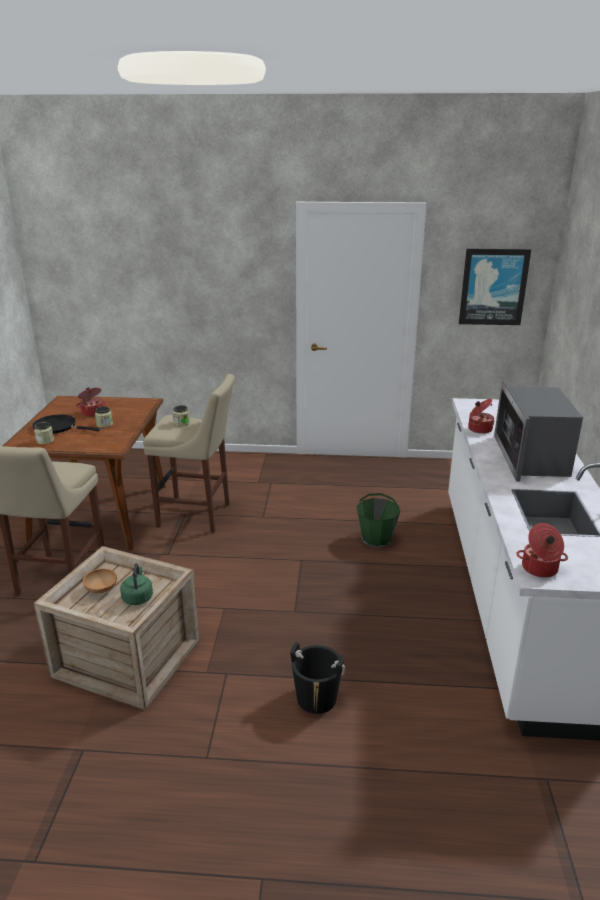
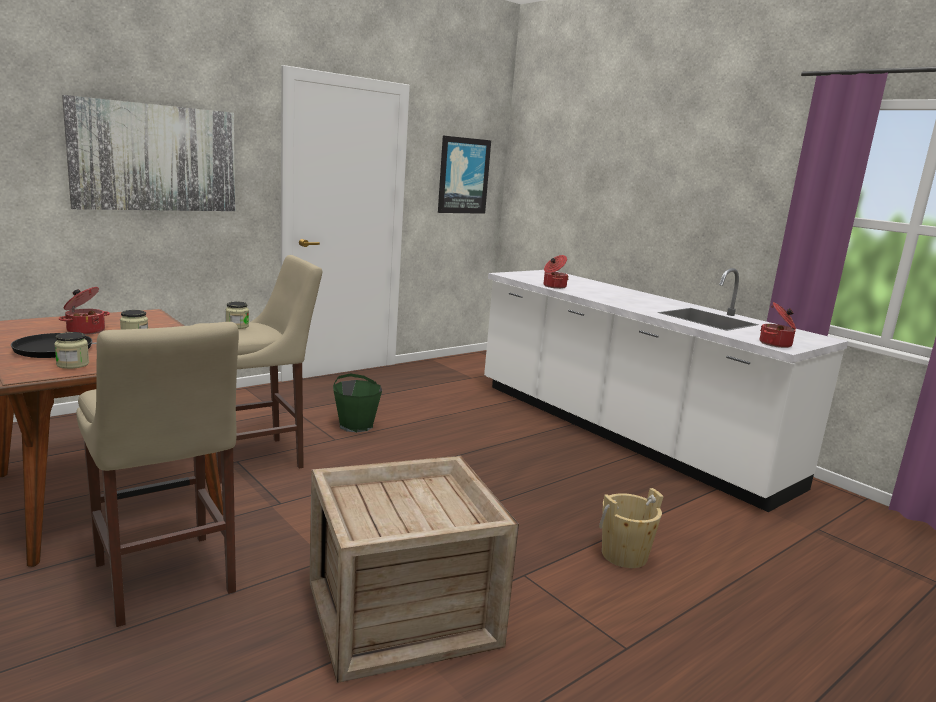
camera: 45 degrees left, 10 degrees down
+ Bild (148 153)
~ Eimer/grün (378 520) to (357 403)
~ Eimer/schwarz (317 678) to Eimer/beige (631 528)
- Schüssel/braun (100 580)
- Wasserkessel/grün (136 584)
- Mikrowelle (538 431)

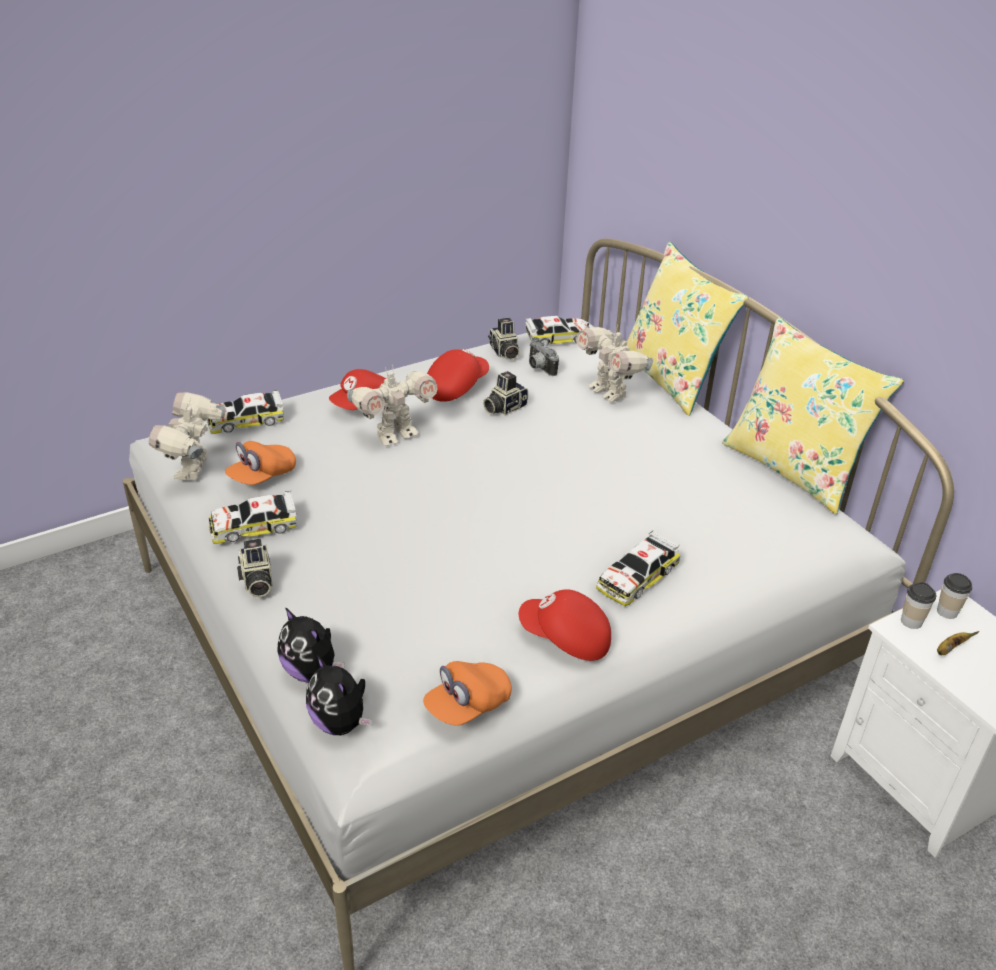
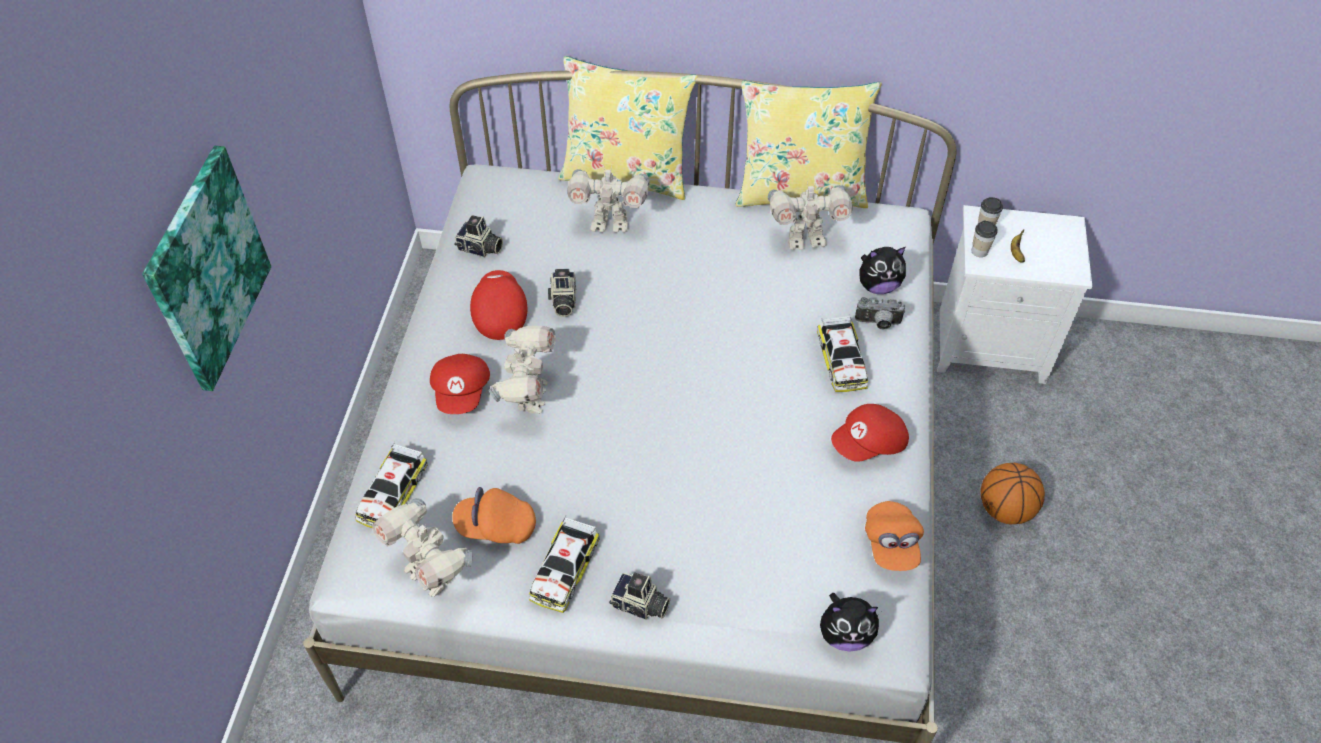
camera: 50 degrees left, 15 degrees up
+ Bild (206 268)
~ Kappe/orange (260 463) = (494 515) 105 degrees clockwise
+ Spielzeugroboter (810 215)
~ Kamera (544 356) to (880 313)
~ Plüschtier (310 645) to (882 270)
+ Basketball (1013 493)
- Spielzeugauto (557 331)

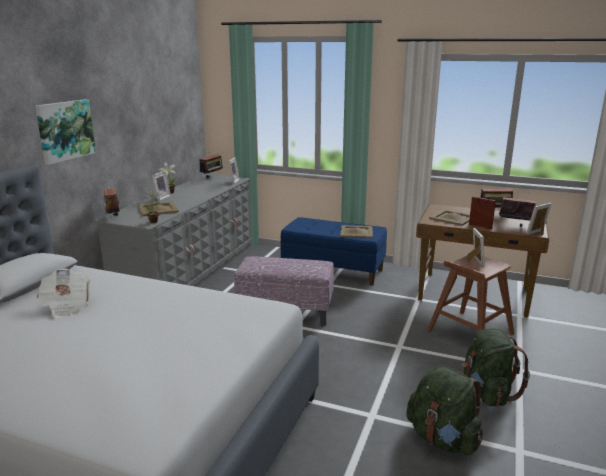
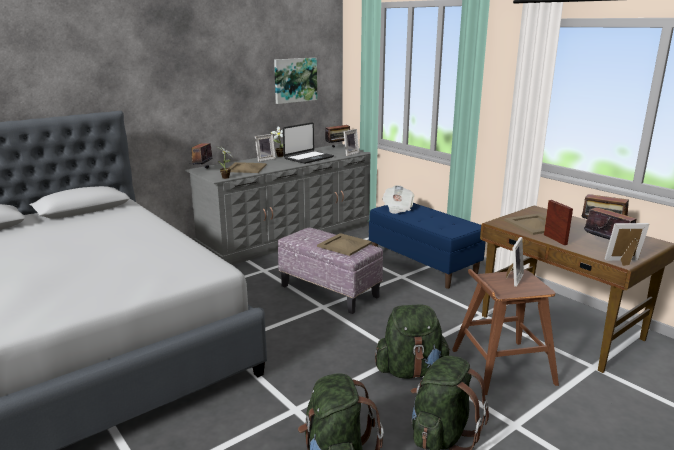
camera: 30 degrees right, 0 degrees up
~ Bild (65 132) to (295 81)
+ Laptop (308 143)
~ Tablett/beige (356 231) to (344 244)
+ Rucksack/grün (413 341)
~ Zeitung (63 293) to (398 199)

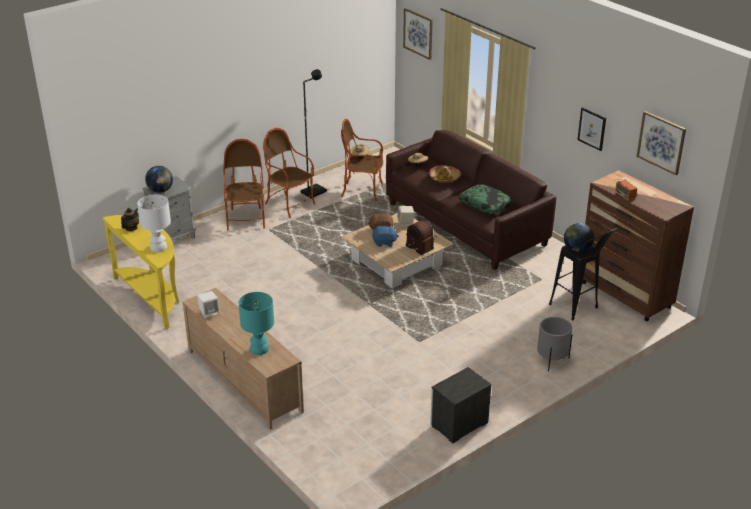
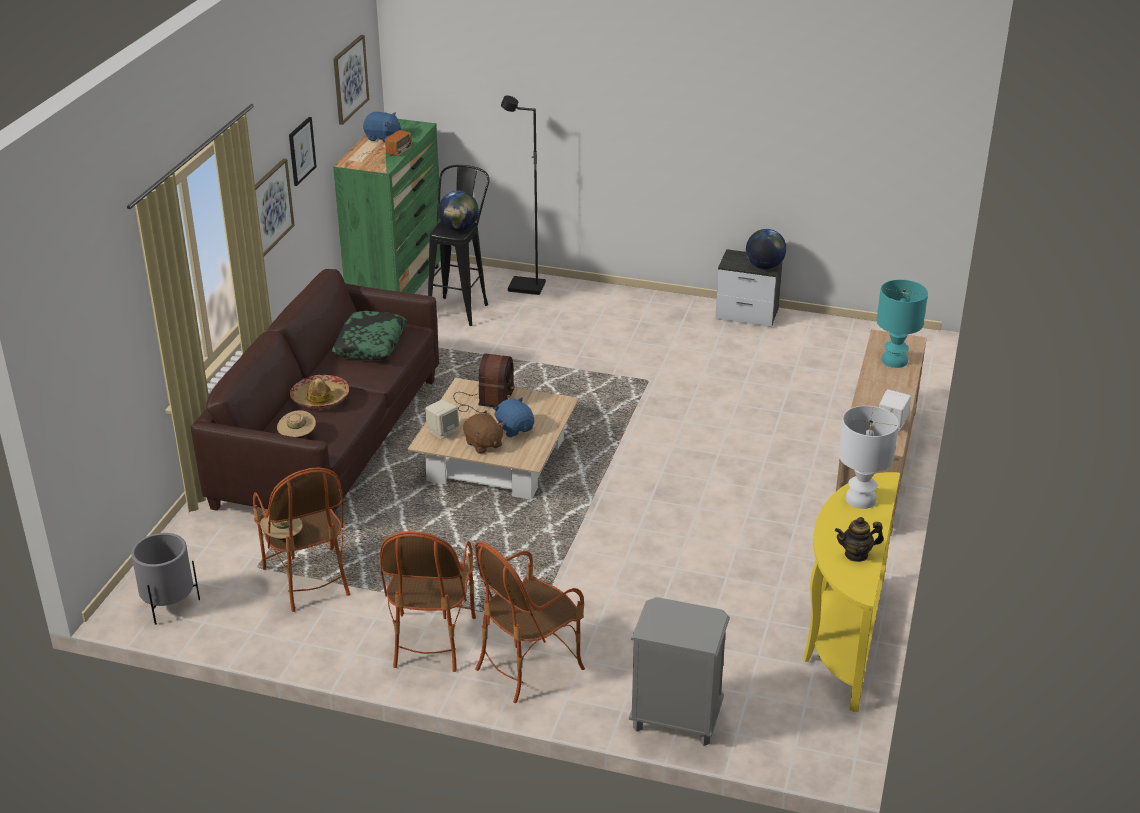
camera: 125 degrees left, 0 degrees up
~ Pflanzkübel/grau (554 344) to (165 579)
~ Bild (418 34) to (275 207)
~ Kommode/braun (638 245) to Kommode/grün (387 206)
+ Plüschtier/blau (382 127)
~ Stehlampe/schwarz (313 133) to (523 195)
~ Globus (159 179) to (766 249)

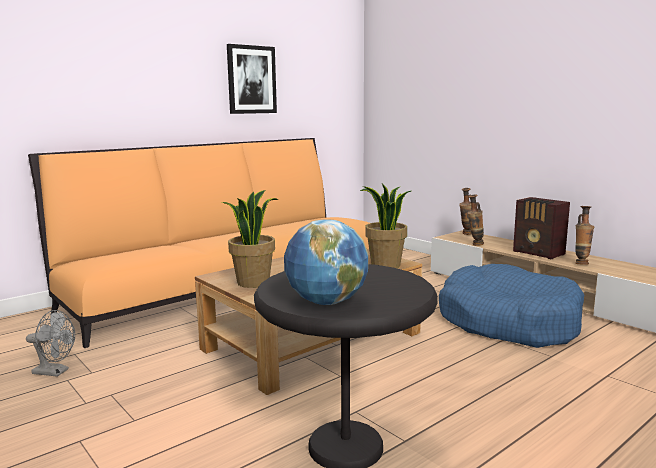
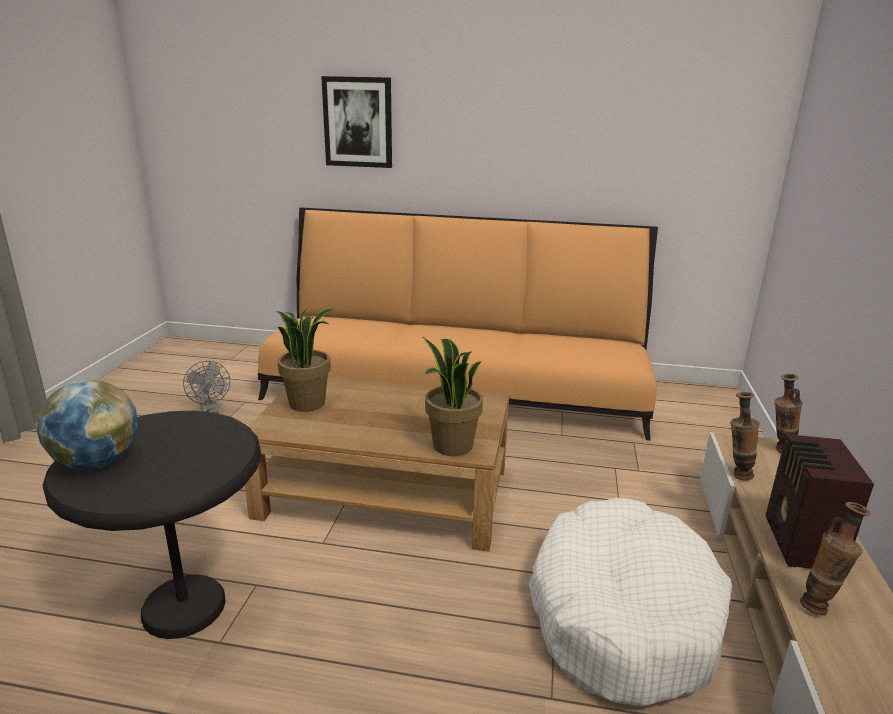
camera: 50 degrees right, 10 degrees up
~ Bild (252 79) to (356 122)
~ Hundebett/blau (511 306) to Hundebett/weiß (630 602)

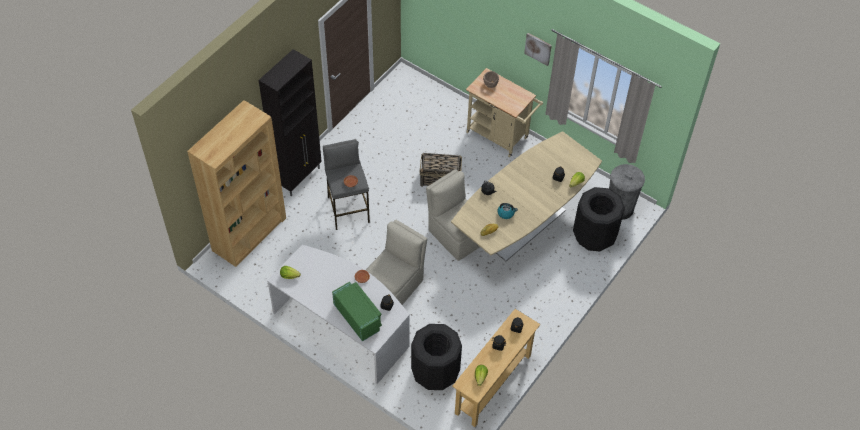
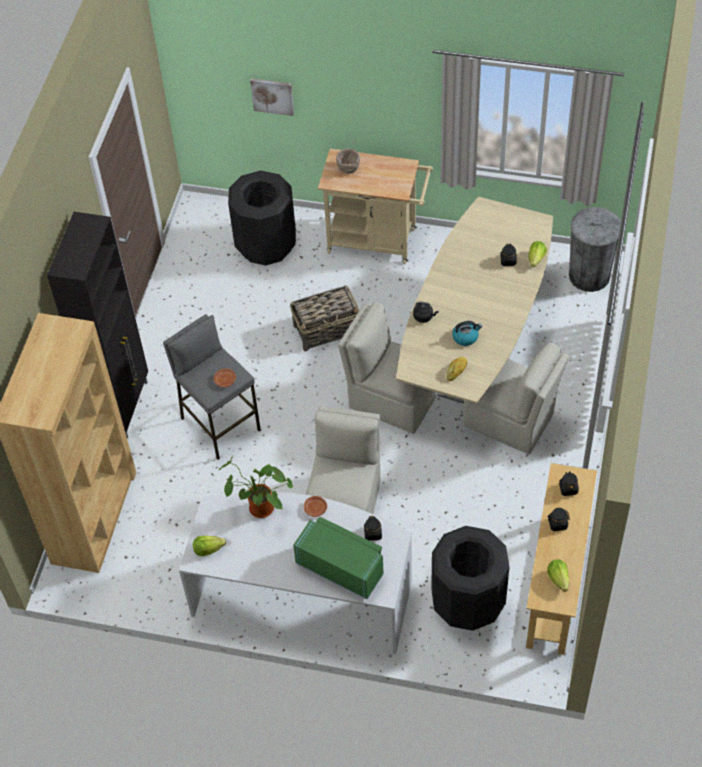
camera: 20 degrees left, 0 degrees up
+ Topfpflanze (256 487)
~ Mülleimer/schwarz (599 219) to (262 218)
~ Bild (538 49) to (272 97)
+ Stuhl/beige (516 398)

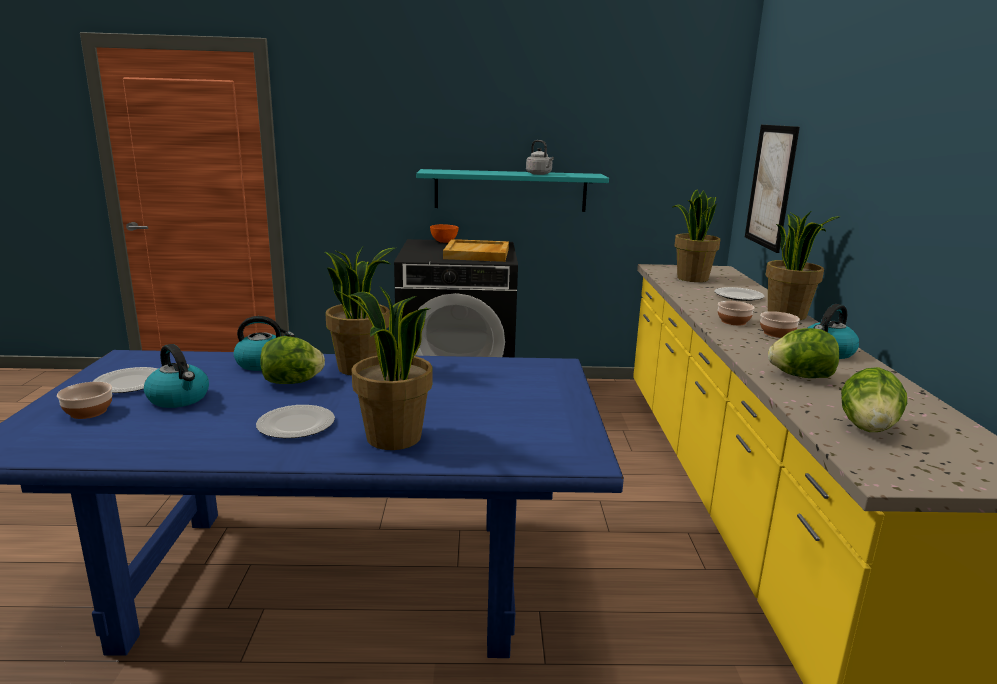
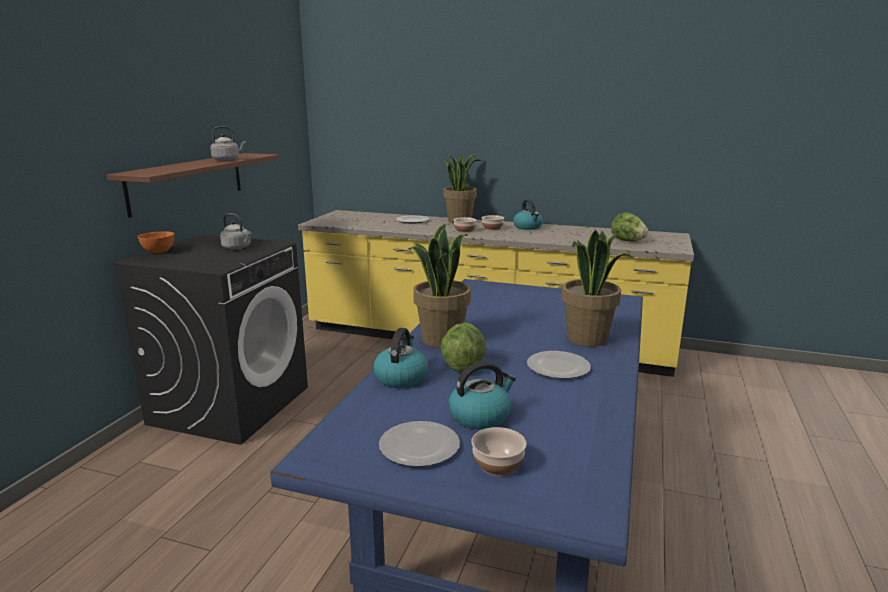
camera: 70 degrees left, 0 degrees up
~ Wandregal/türkis (512 190) to Wandregal/braun (193 185)
~ Tablett/beige (476 250) to Wasserkessel/grau (236 231)
- Topfpflanze (696 236)
- Bild (772 189)
- Salatkopf (803 353)

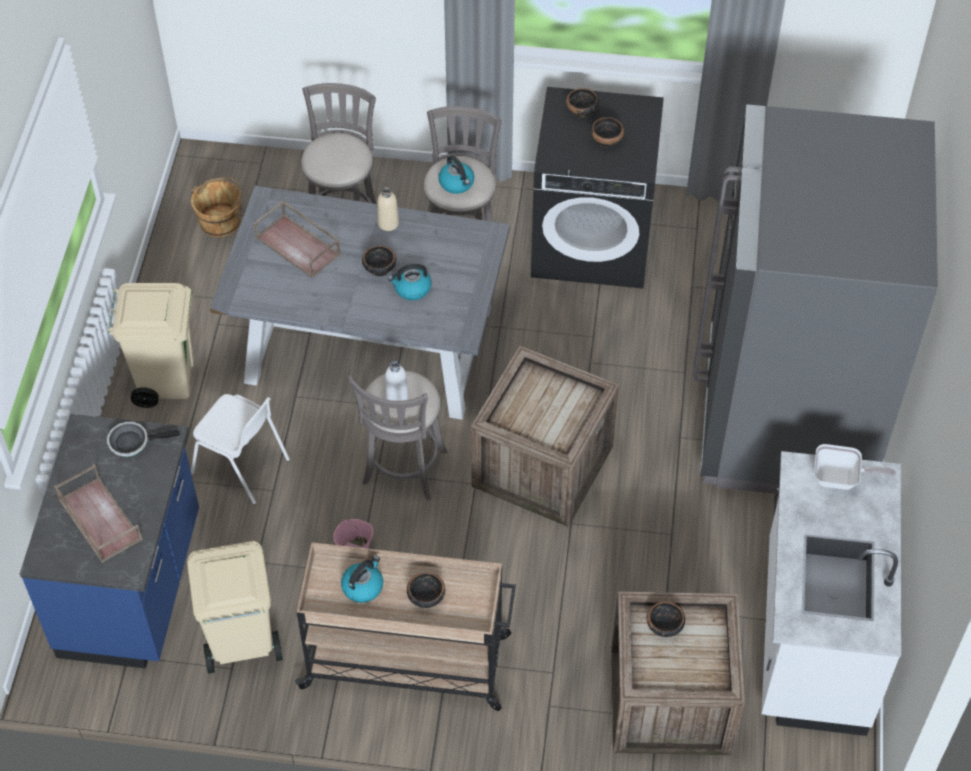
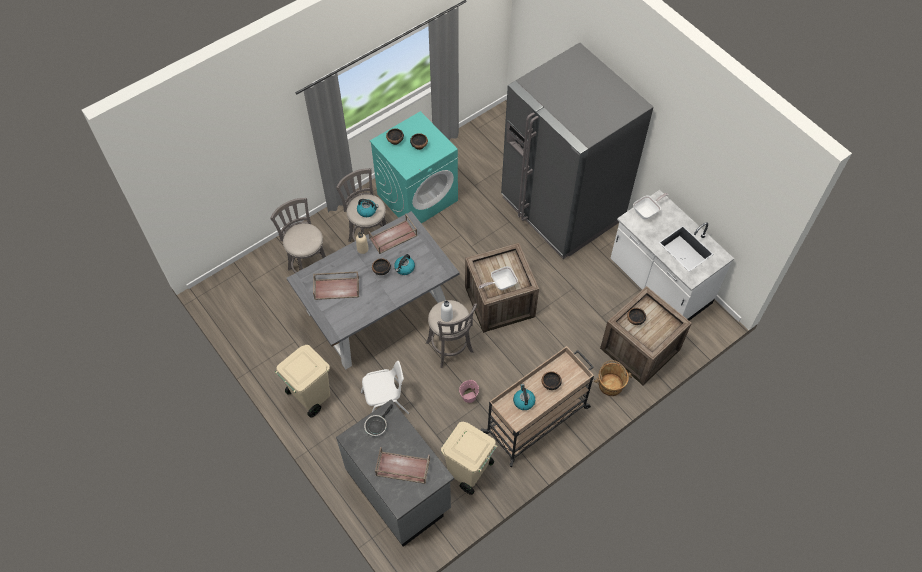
camera: 45 degrees left, 5 degrees up
~ Küchenzeile/blau (109 541) to Küchenzeile/grau (395 473)
+ Tablett/braun (392 234)
~ Waschmaschine/schwarz (597 188) to Waschmaschine/türkis (414 167)
+ Pfanne (498 278)
~ Eimer/braun (217 207) to (613 378)

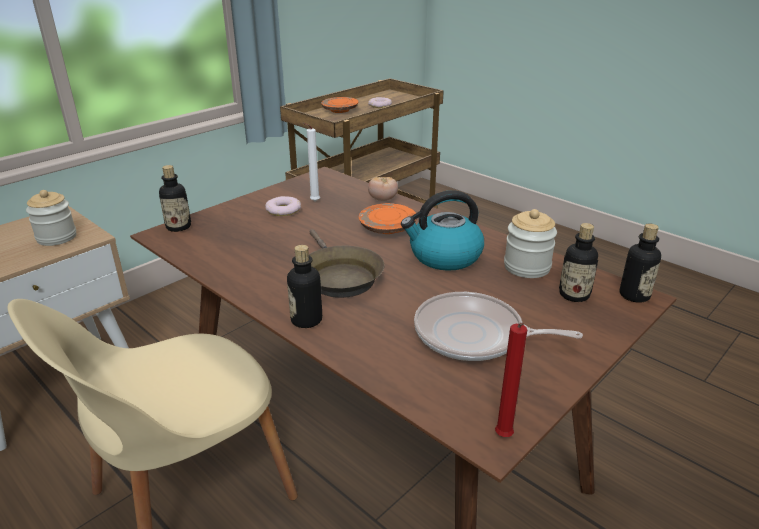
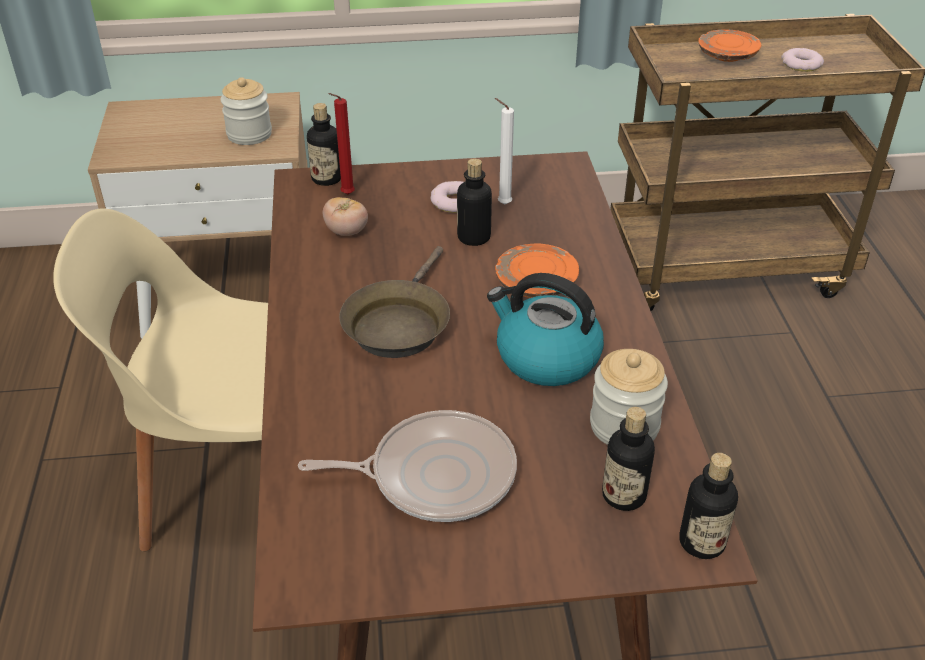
camera: 40 degrees right, 10 degrees up
~ Pfanne (498 326) = (407 466) 120 degrees clockwise
~ Tomate (383 189) to (345 216)
~ Kerze/rot (511 380) to (341 144)
~ Flasche (304 286) to (474 202)

